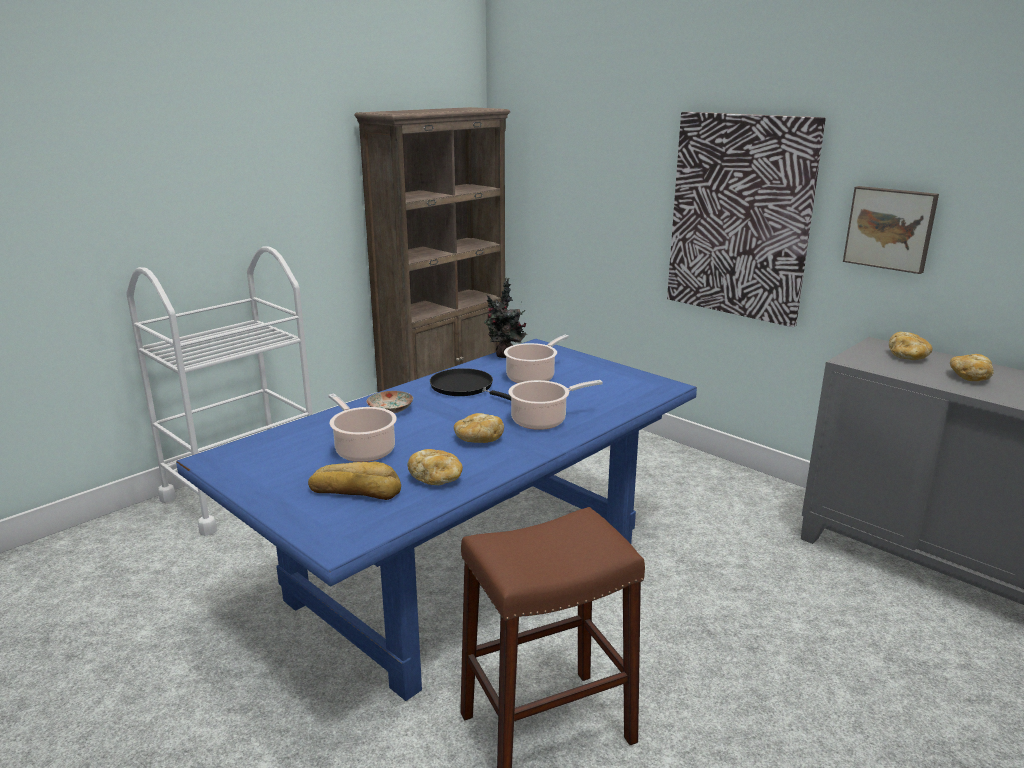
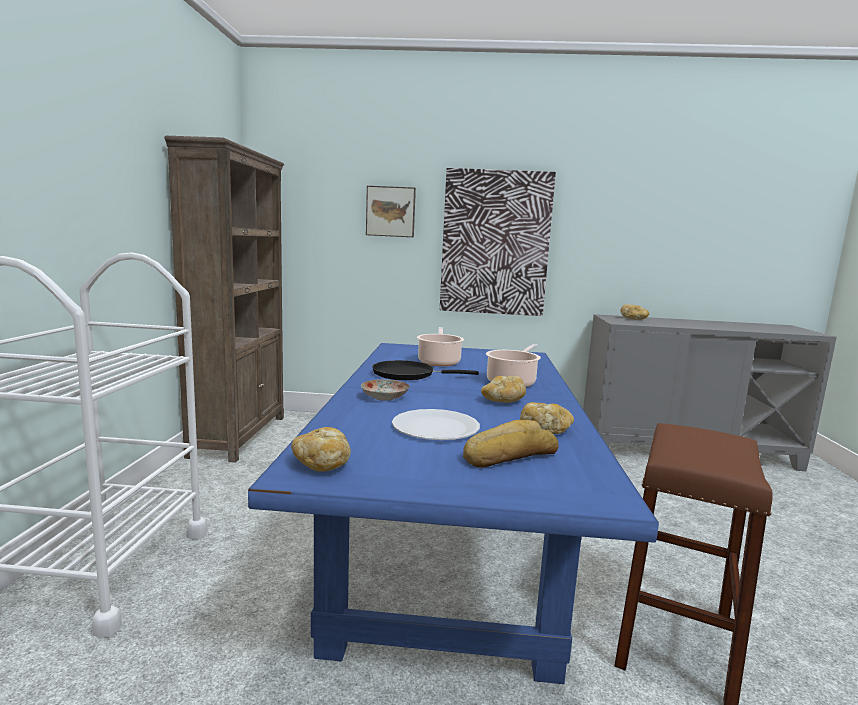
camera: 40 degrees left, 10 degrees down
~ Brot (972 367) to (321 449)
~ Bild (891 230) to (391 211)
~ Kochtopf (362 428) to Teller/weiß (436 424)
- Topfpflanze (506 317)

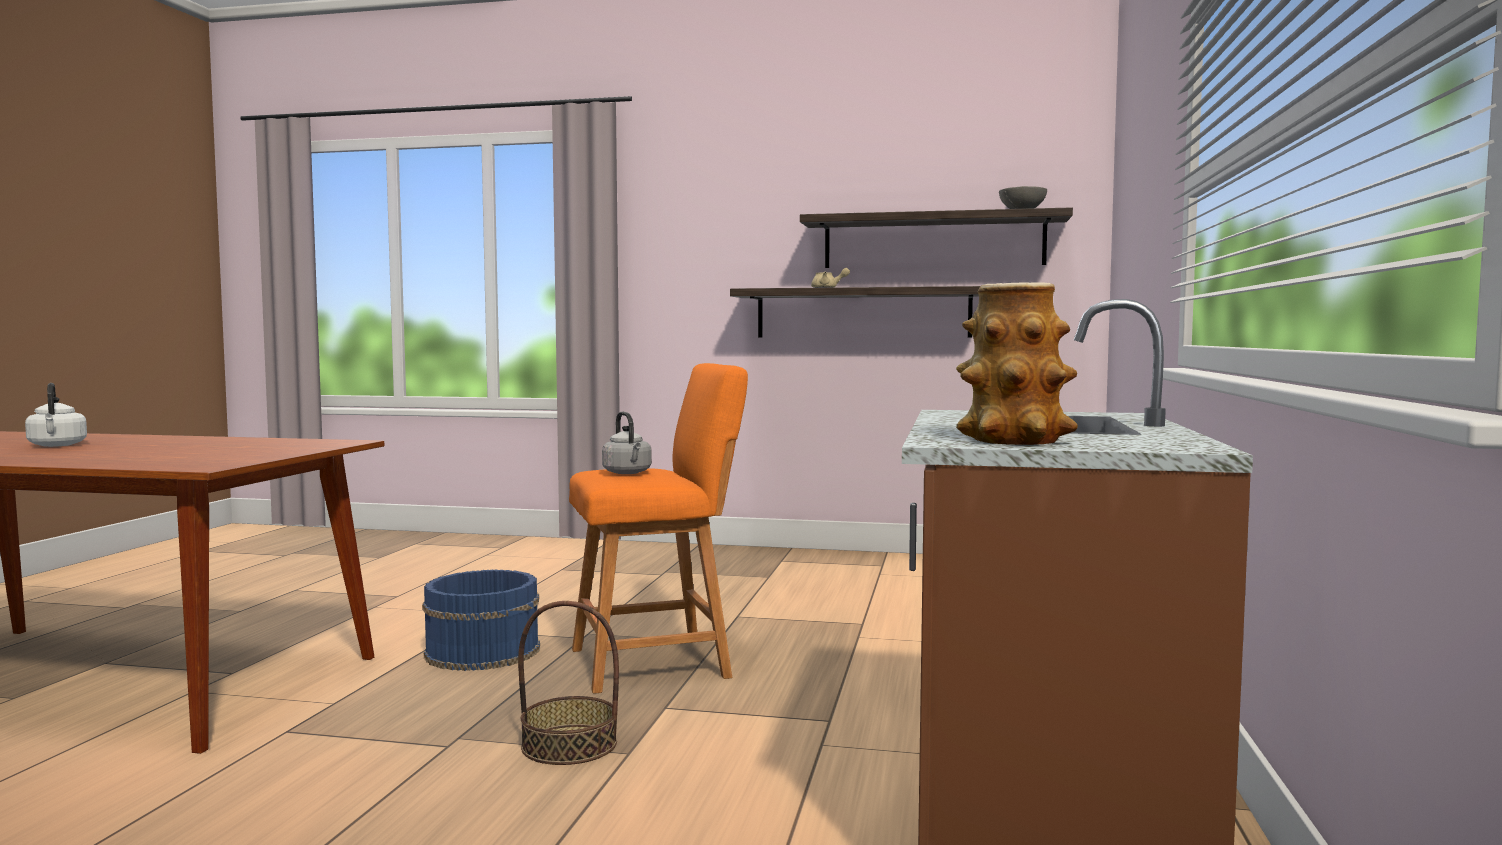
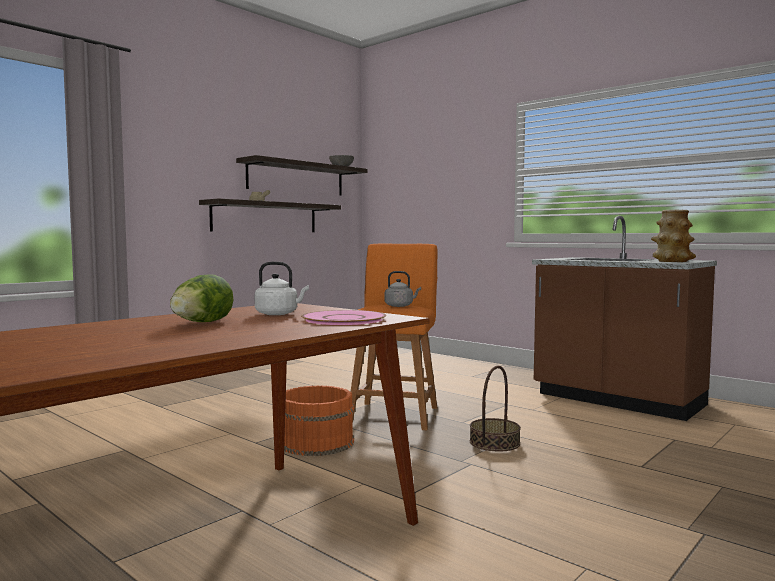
camera: 60 degrees left, 0 degrees up
+ Salatkopf (202 298)
~ Wasserkessel/weiß (56 415) to (282 288)
~ Eimer/blau (481 620) to Eimer/orange (319 420)
+ Teller/rosa (343 317)

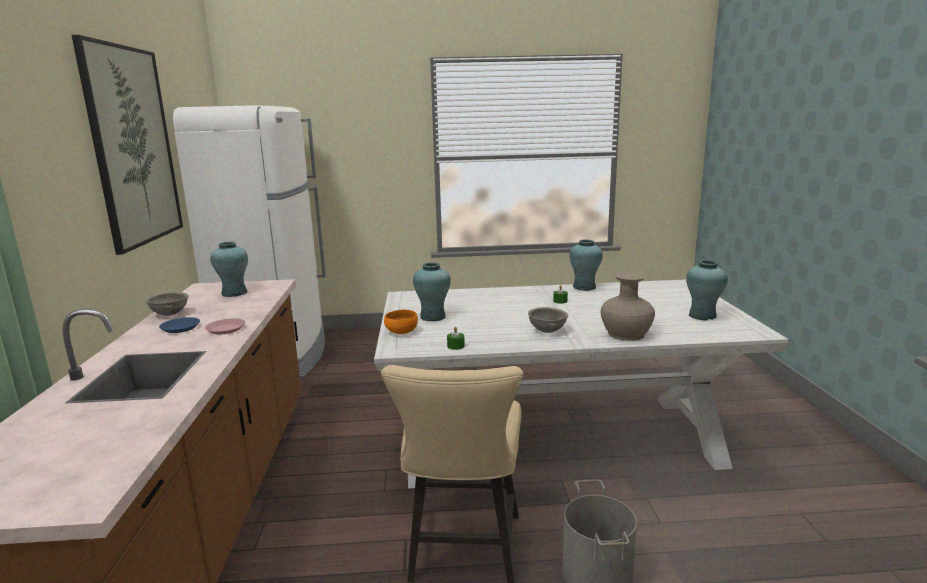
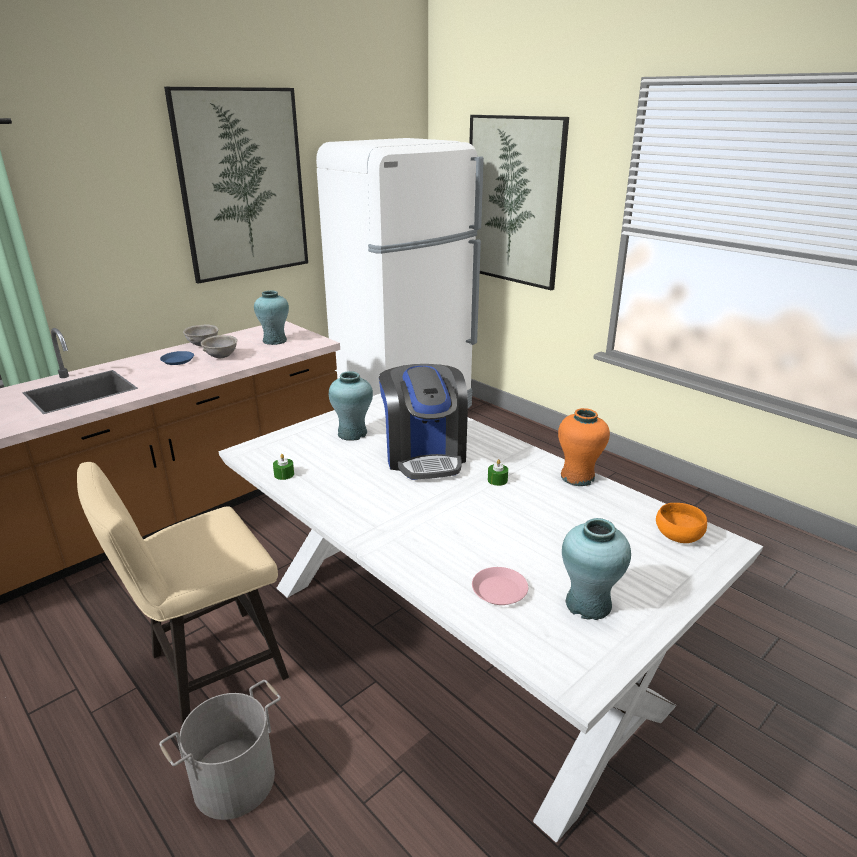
camera: 50 degrees right, 10 degrees up
~ Schüssel/grau (548 320) to (219 346)
+ Kaffeemaschine (423 422)
+ Bild (519 202)
~ Teller/rosa (225 326) to (500 586)
~ Vase/türkis (586 265) to Vase/orange (584 447)
~ Schüssel/orange (401 321) to (681 523)
- Vase/beige (628 306)

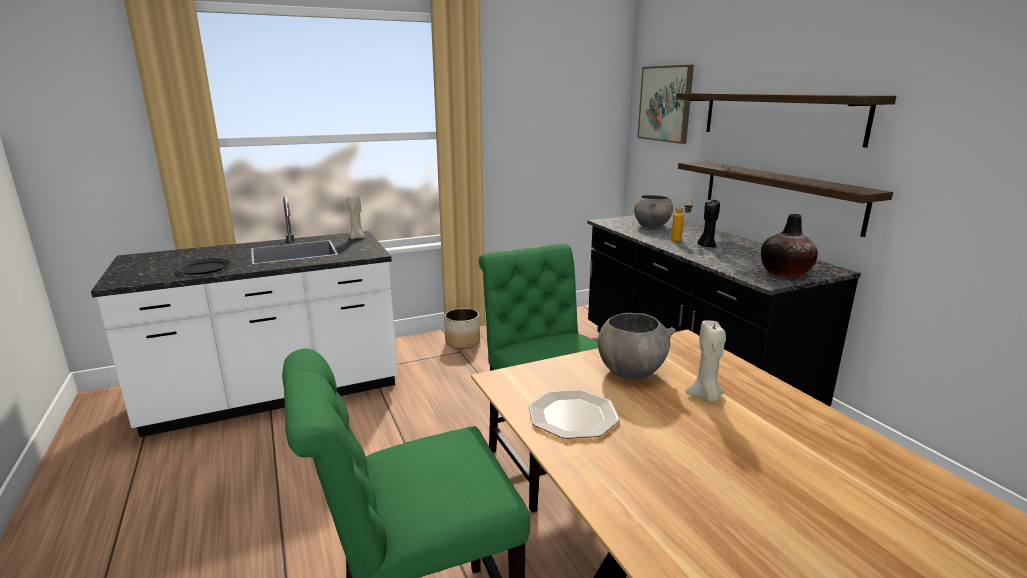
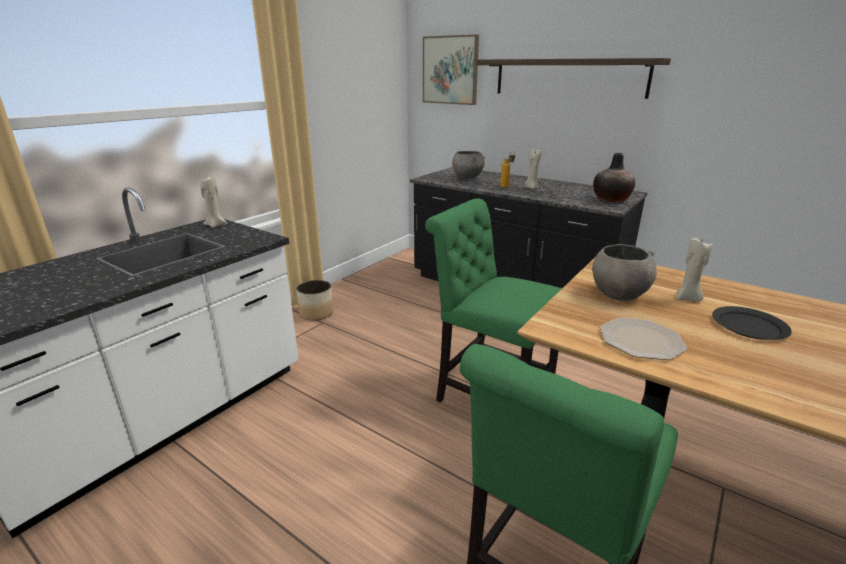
camera: 30 degrees left, 5 degrees up
~ Kerze/schwarz (709 224) to Kerze/beige (532 169)
~ Teller/schwarz (203 266) to (752 323)
- Wandregal (785 199)

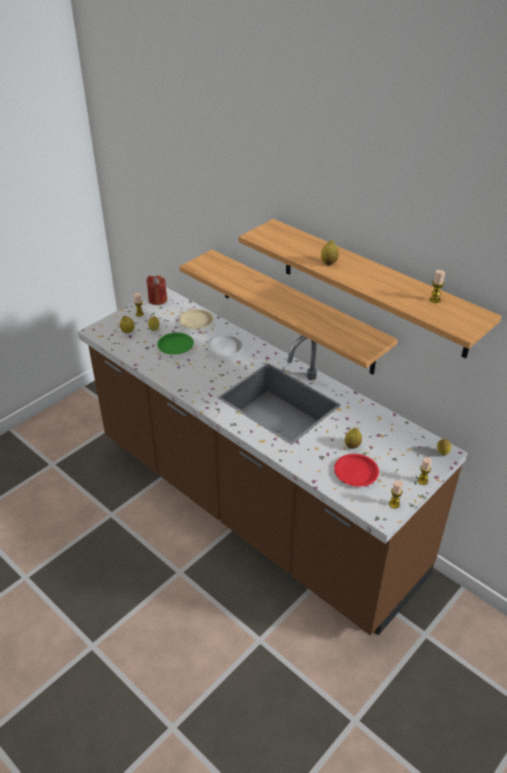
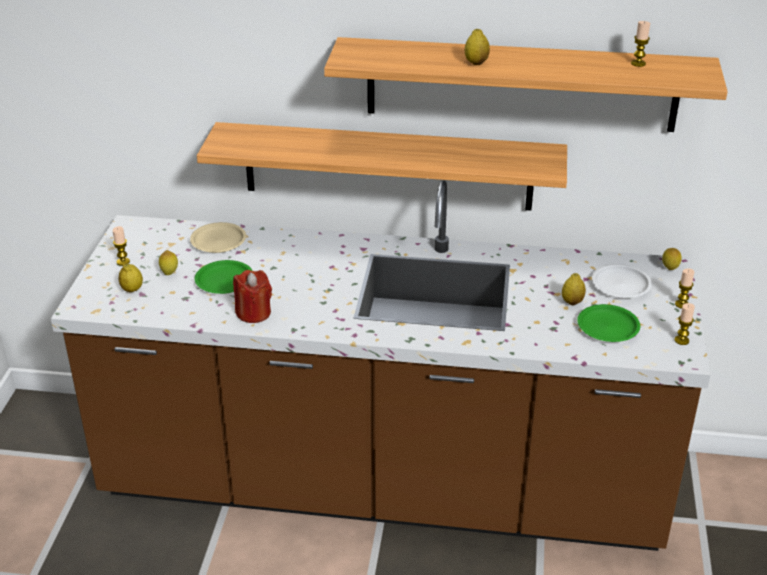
camera: 35 degrees left, 5 degrees down
~ Kerze/rot (156 290) to (252 296)
~ Teller/rot (356 470) to Teller/grün (608 323)
~ Teller/weiß (225 346) to (622 281)

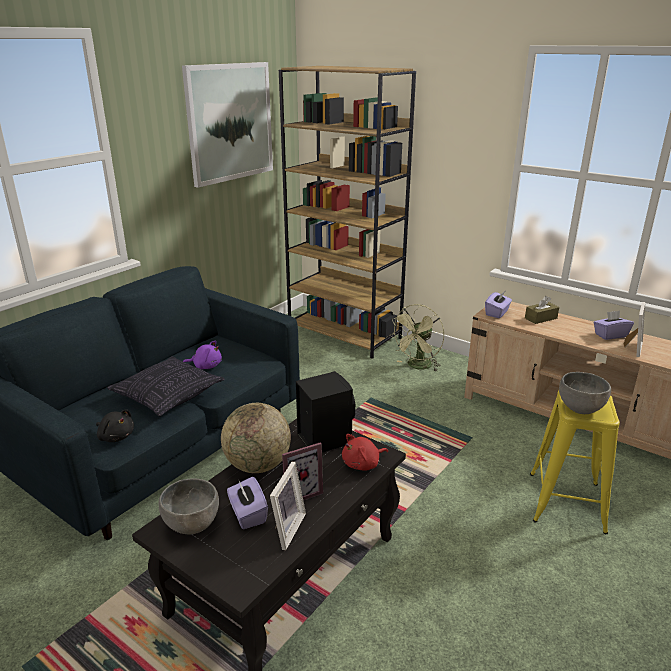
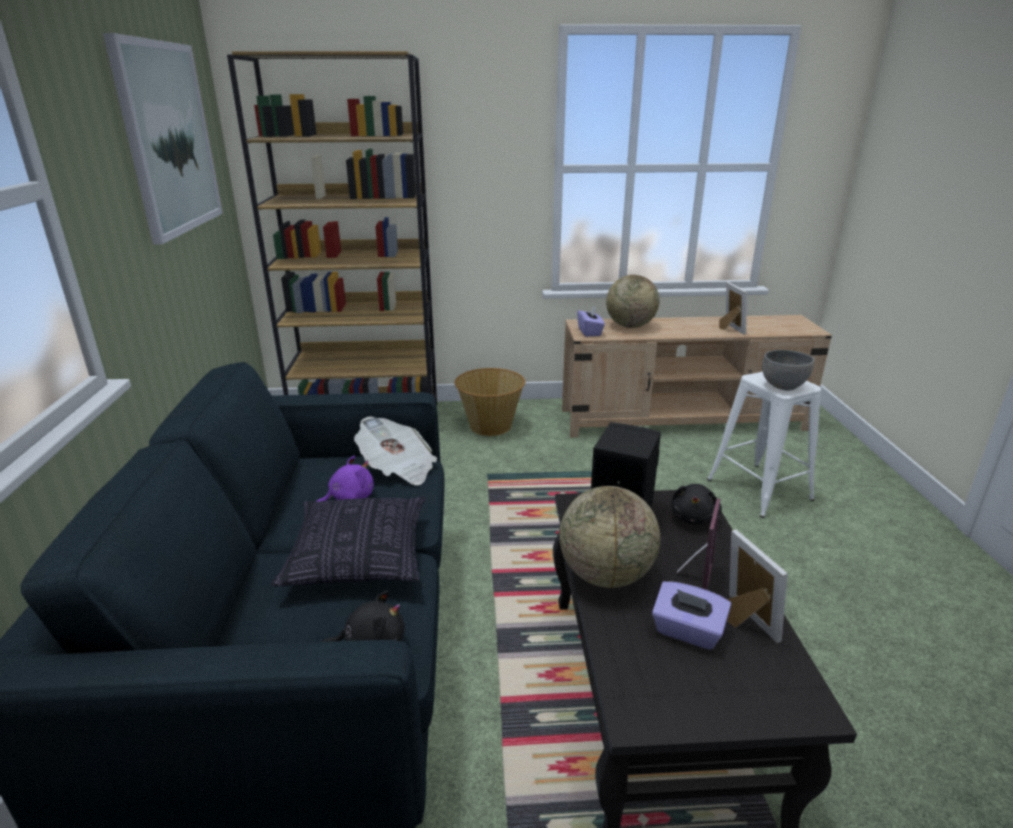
camera: 40 degrees left, 0 degrees up
+ Zeitung (395 450)
~ Ventilator/grün (417 337) to Korb (490 402)
~ Taschentuchbox/braun (542 310) to Globus (633 301)
~ Plüschtier/rot (365 452) to Plüschtier/schwarz (696 504)
~ Hocker/gelb (575 462) to Hocker/weiß (764 444)
- Schüssel/grau (189 506)
- Taschentuchbox/lila (614 325)

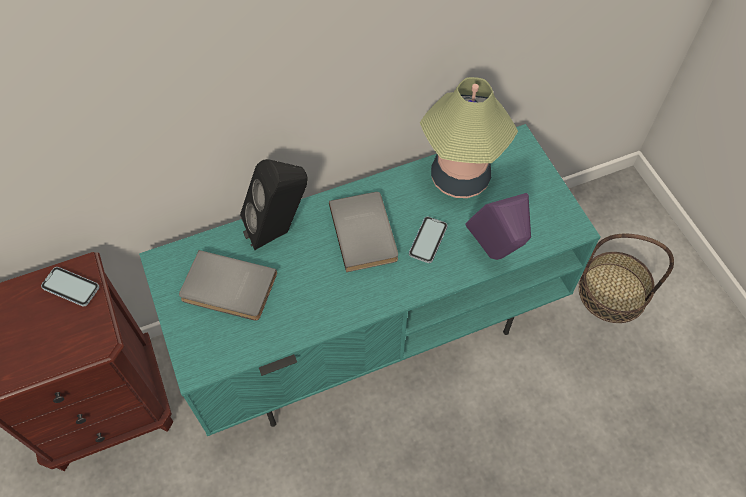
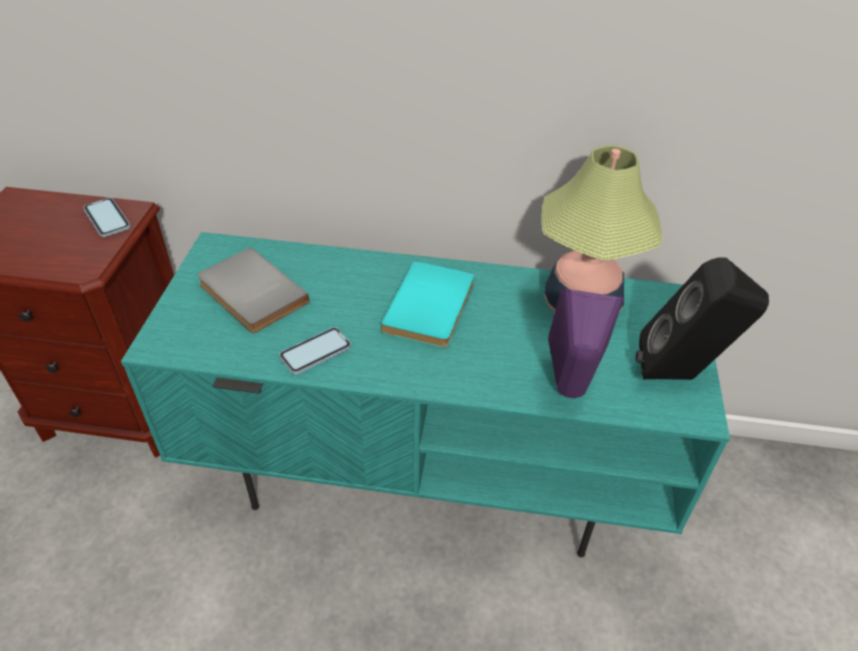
camera: 30 degrees right, 15 degrees down
~ Handy (428 240) to (315 351)
~ Buch/grau (363 232) to Buch/türkis (427 304)
~ Lautsprecher/schwarz (274 204) to (702 318)
- Korb (626 278)

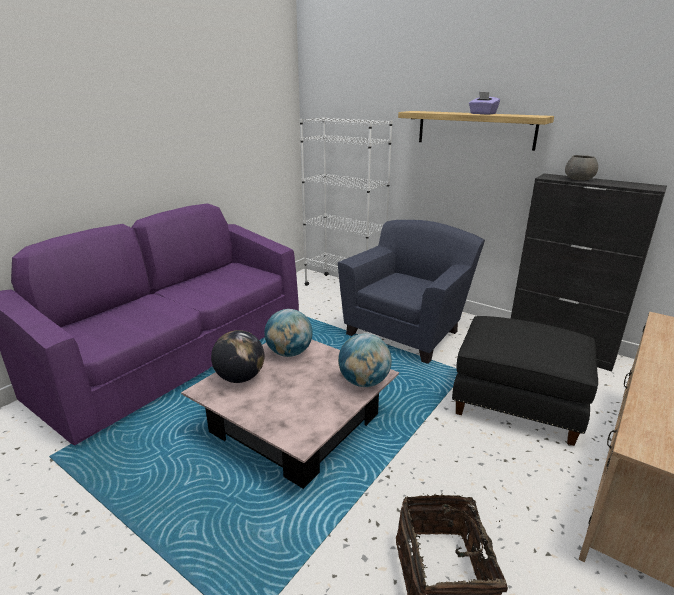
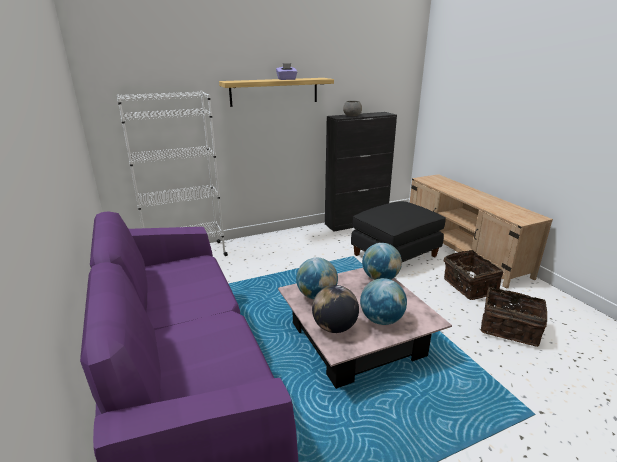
camera: 60 degrees left, 0 degrees up
+ Globus (383 301)
+ Korb (473 275)
- Sessel/blau (411 292)

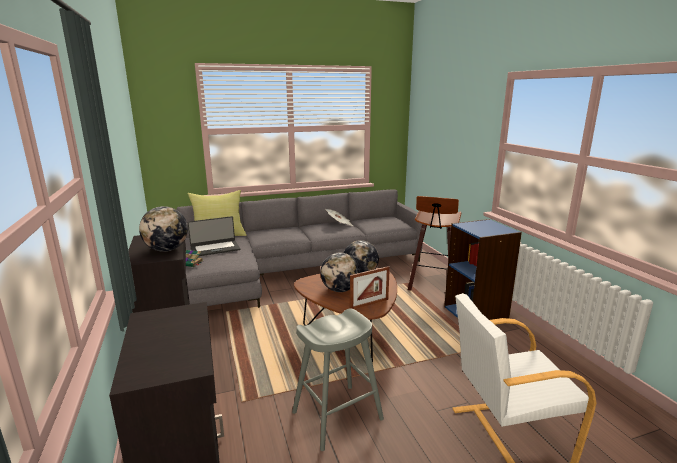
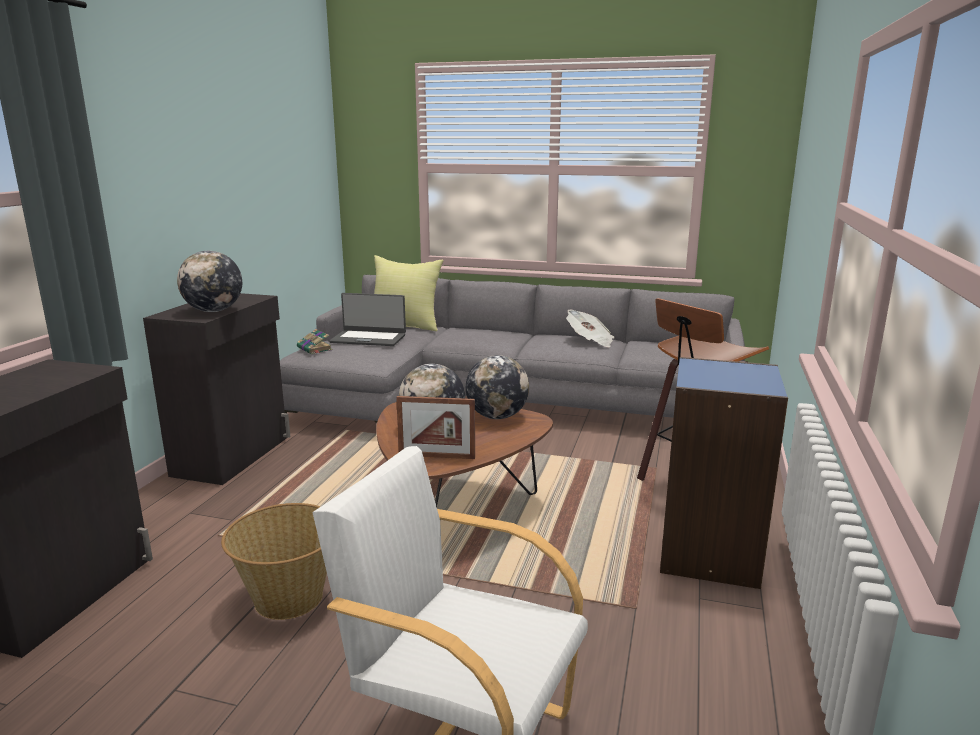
camera: 35 degrees right, 0 degrees up
~ Hocker/grau (338 379) to Korb (274 561)

